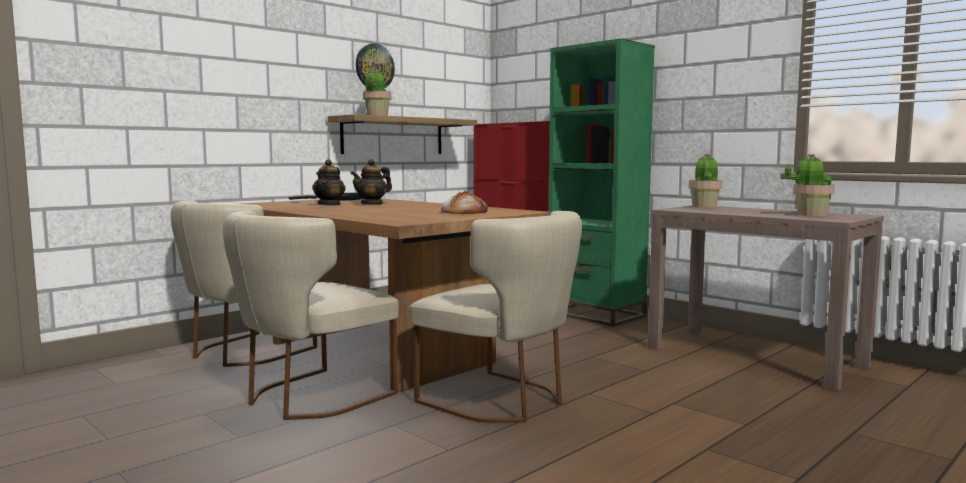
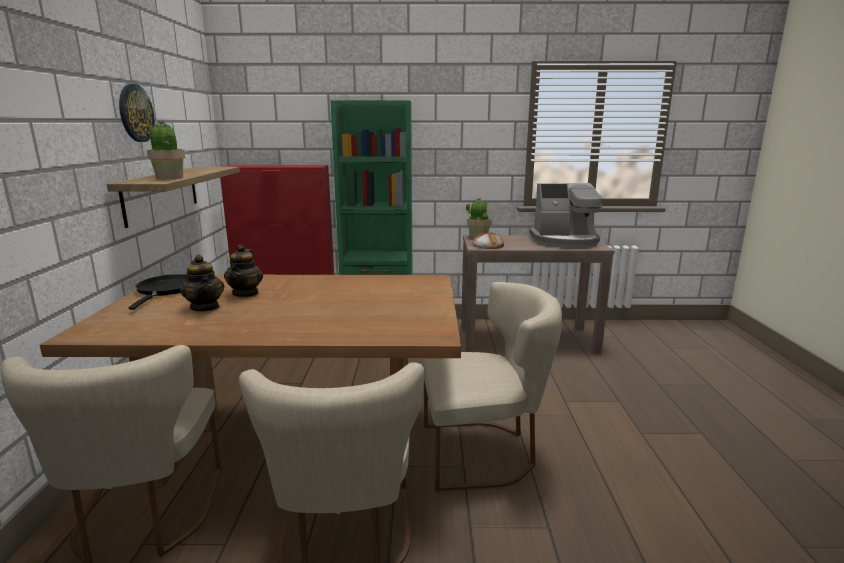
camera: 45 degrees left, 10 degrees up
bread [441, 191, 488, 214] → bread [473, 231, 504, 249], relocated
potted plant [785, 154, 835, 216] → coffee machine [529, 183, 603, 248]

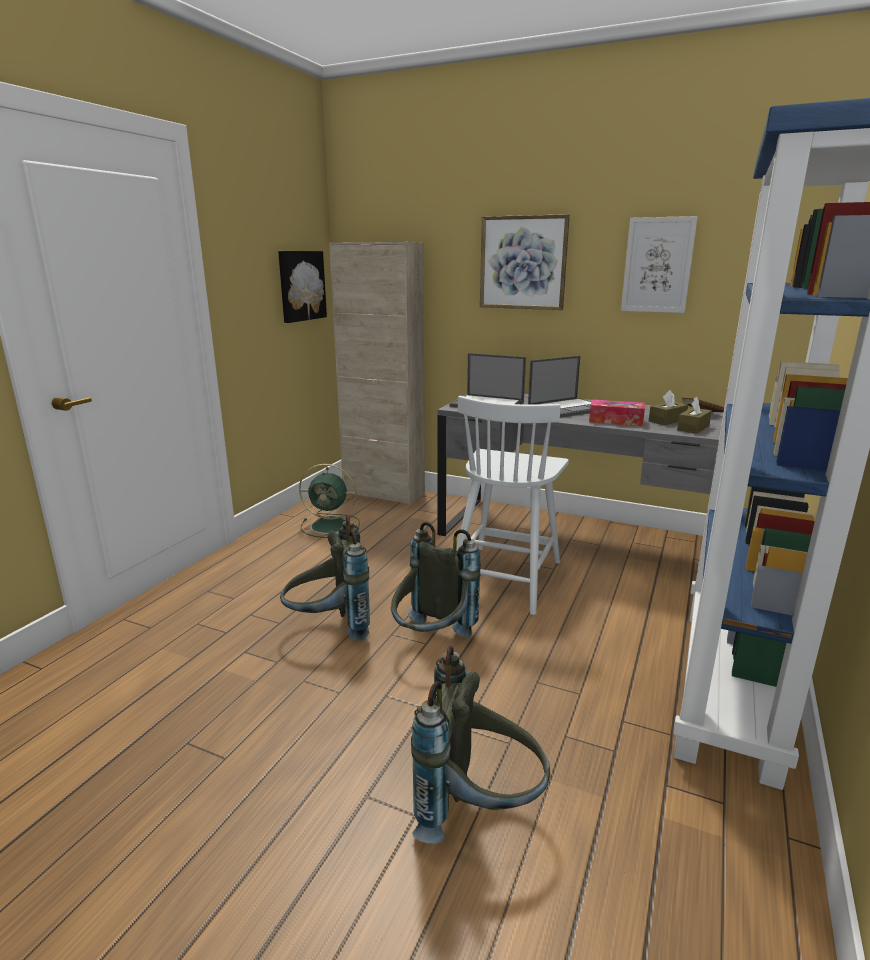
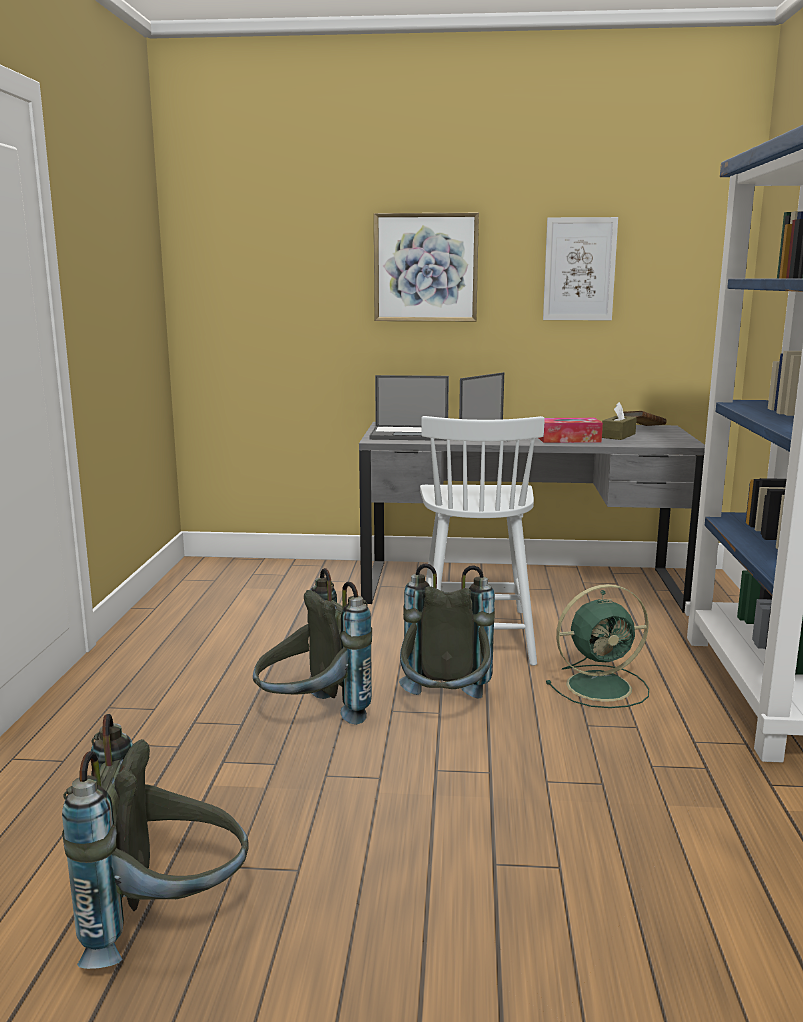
camera: 20 degrees left, 5 degrees down
picture [278, 251, 327, 323] → -
beige cabinet [329, 242, 425, 505] → -
brown tissue box [677, 396, 712, 434] → -
green fan [299, 464, 360, 538] → green fan [546, 584, 649, 708], relocated
grey backpack [411, 646, 550, 843] → grey backpack [62, 714, 249, 969], relocated

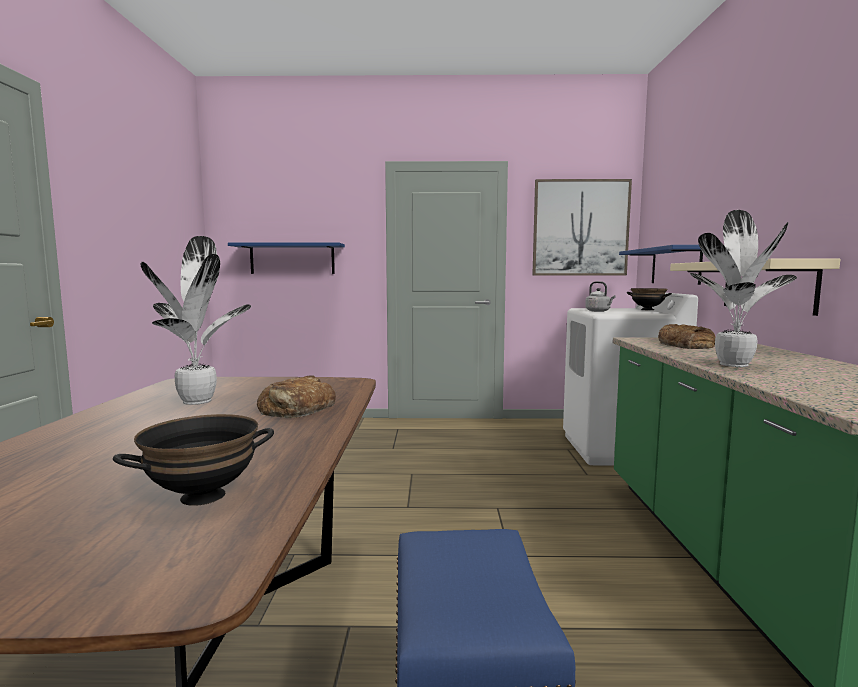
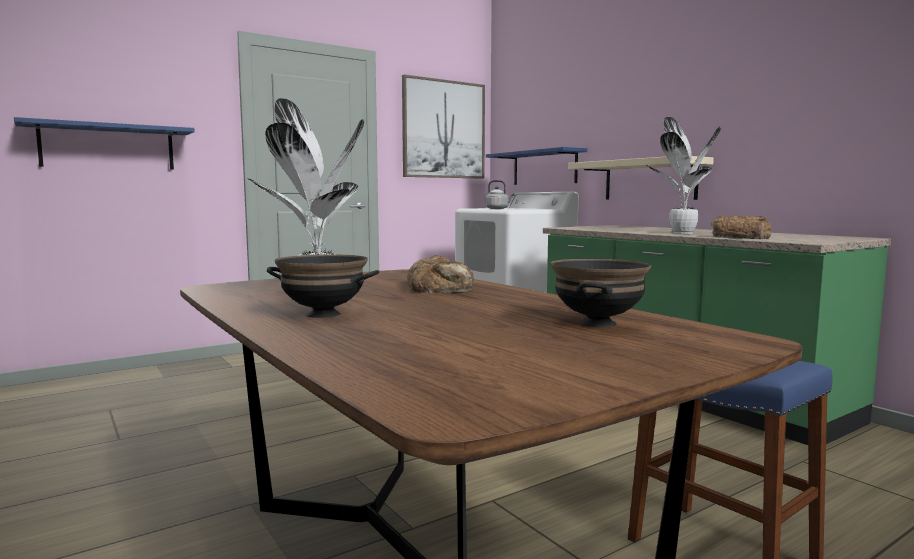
camera: 35 degrees left, 0 degrees up
black bowl [627, 288, 672, 310] → black bowl [267, 254, 379, 318], relocated
bread [658, 324, 716, 349] → bread [711, 216, 772, 239], relocated

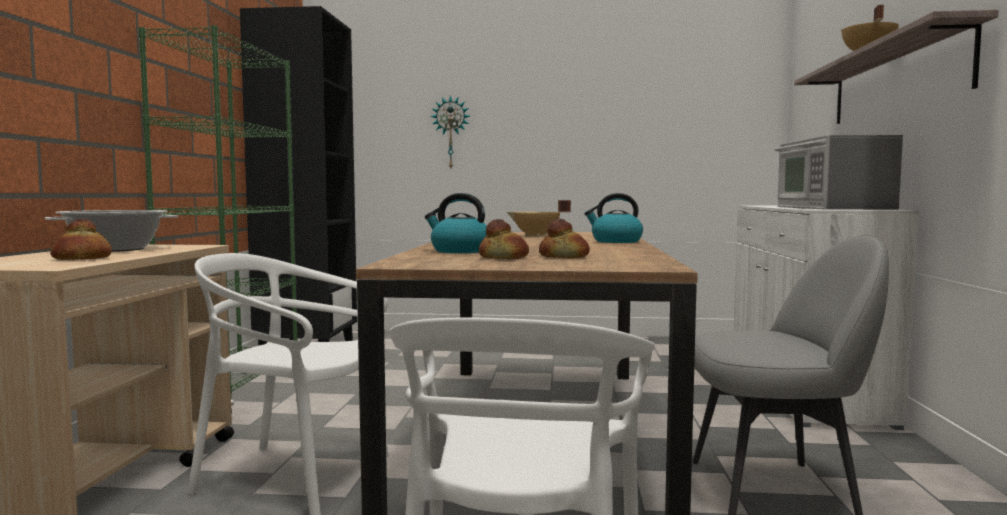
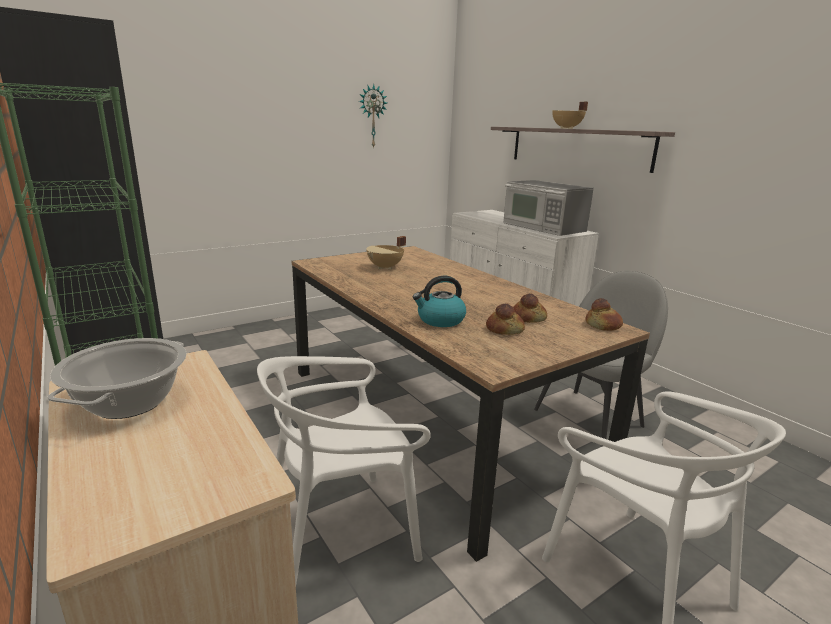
camera: 40 degrees left, 15 degrees up
kettle [584, 193, 643, 243] → -
bread [50, 218, 112, 260] → bread [585, 298, 623, 331], relocated
wall clock [430, 95, 470, 168] → wall clock [359, 84, 387, 148], relocated

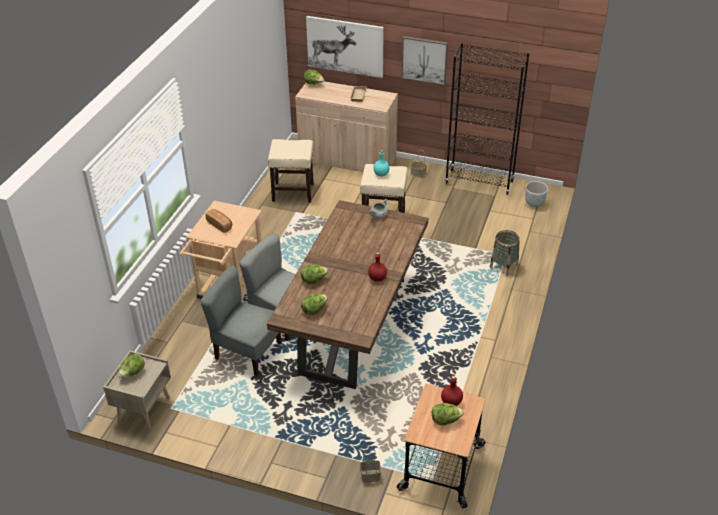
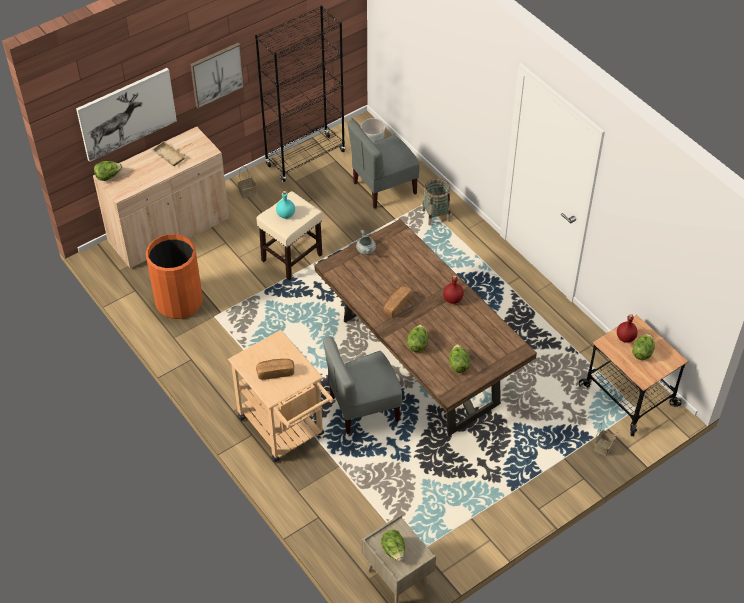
camera: 55 degrees left, 10 degrees up
- → bread [383, 286, 412, 317]
grey chair [200, 266, 281, 376] → grey chair [347, 120, 419, 209], relocated
beige stool [268, 139, 314, 202] → orange trash can [146, 234, 203, 319]

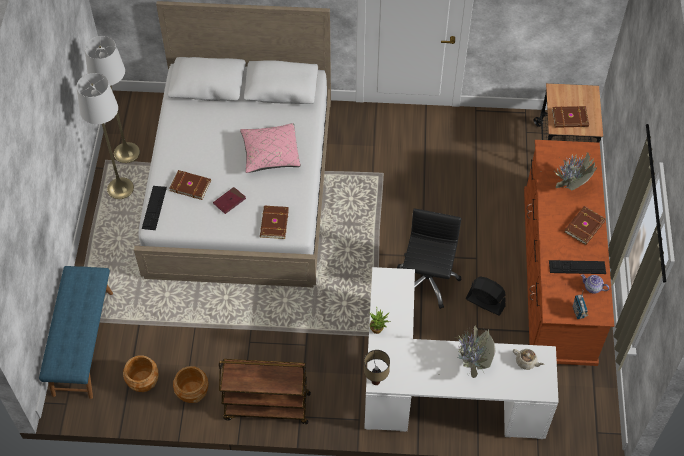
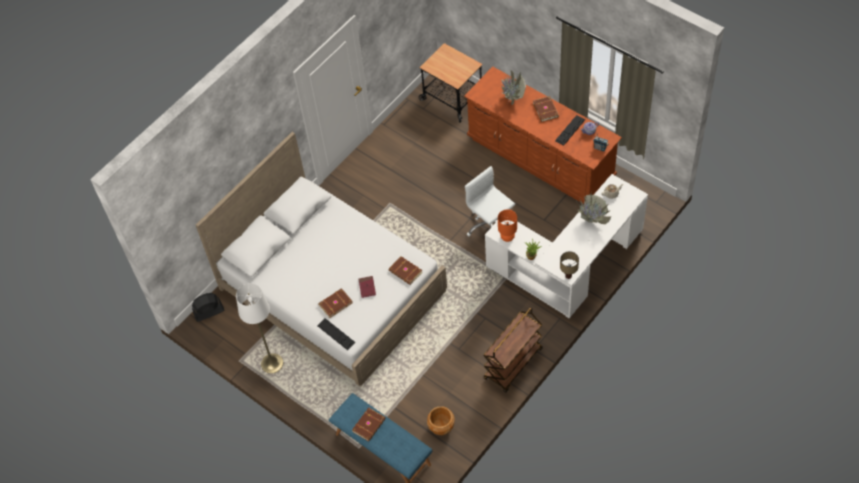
camera: 50 degrees left, 0 degrees up
white floor lamp [85, 36, 140, 163] → -
brown planter [173, 366, 208, 403] → -
pink pillow [240, 123, 301, 173] → -
- → orange table lamp [498, 209, 517, 242]
black fan [465, 276, 505, 315] → black fan [192, 293, 224, 322], relocated
brown book [552, 106, 589, 128] → brown book [352, 407, 386, 442], relocated
black office chair [397, 208, 462, 309] → white office chair [465, 166, 515, 237]

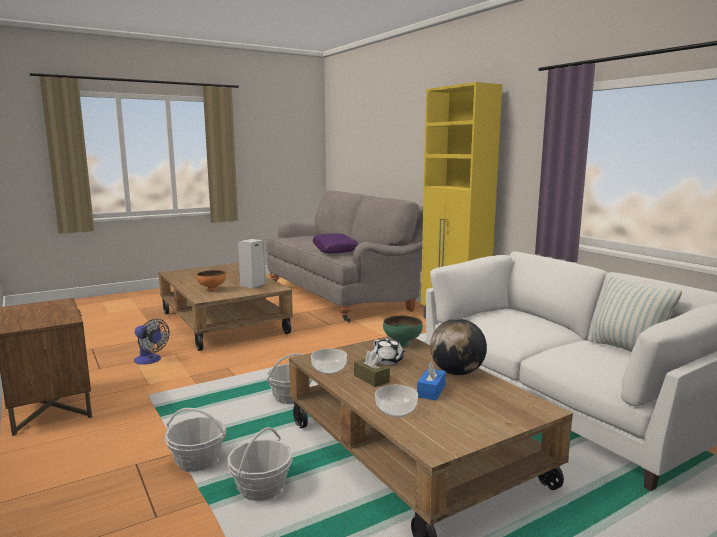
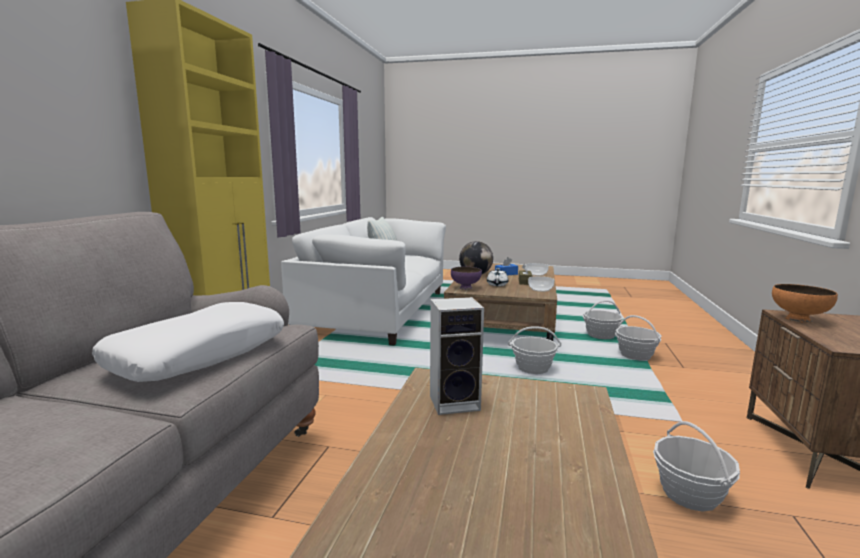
camera: 135 degrees left, 0 degrees up
orange bowl [196, 270, 226, 292] → orange bowl [772, 284, 838, 323], relocated
fan [134, 319, 169, 365] → basket [653, 421, 740, 511]
purple pillow [313, 233, 358, 253] → white pillow [92, 302, 284, 382]
green bowl [383, 316, 423, 347] → purple bowl [451, 267, 482, 290]

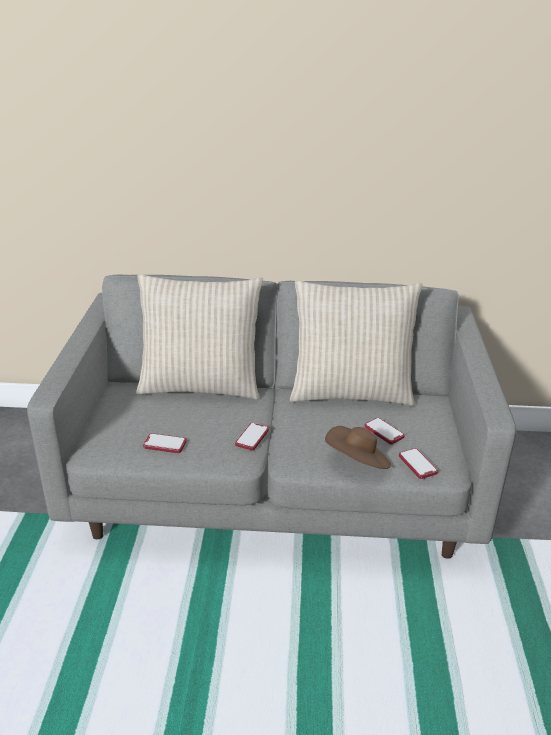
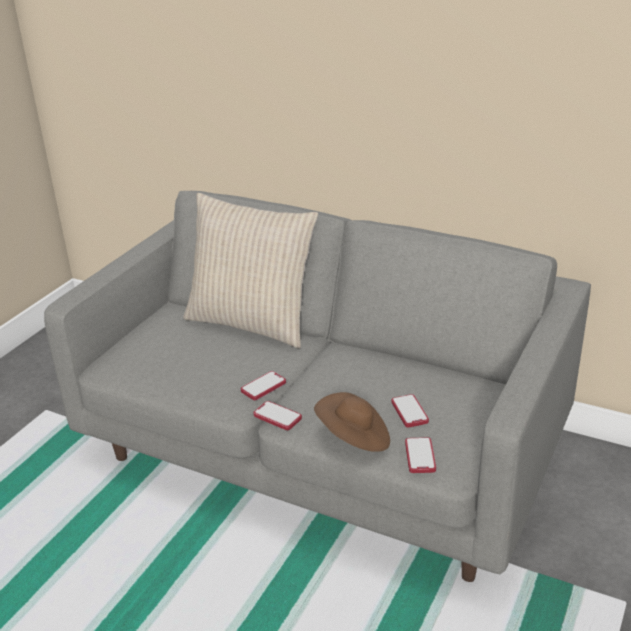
camera: 25 degrees right, 0 degrees up
beige pillow [290, 280, 423, 406] → -
phone [143, 433, 186, 453] → phone [253, 401, 302, 430], relocated

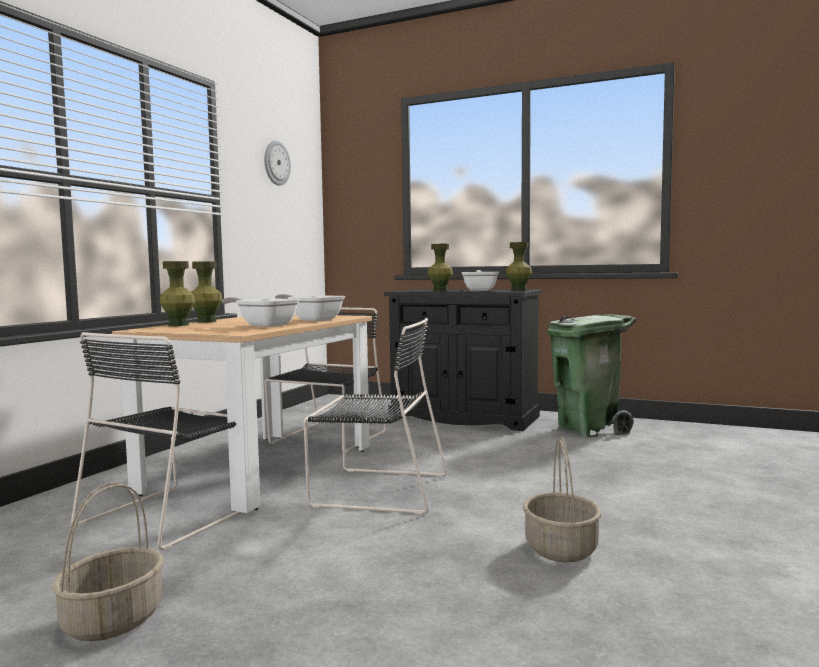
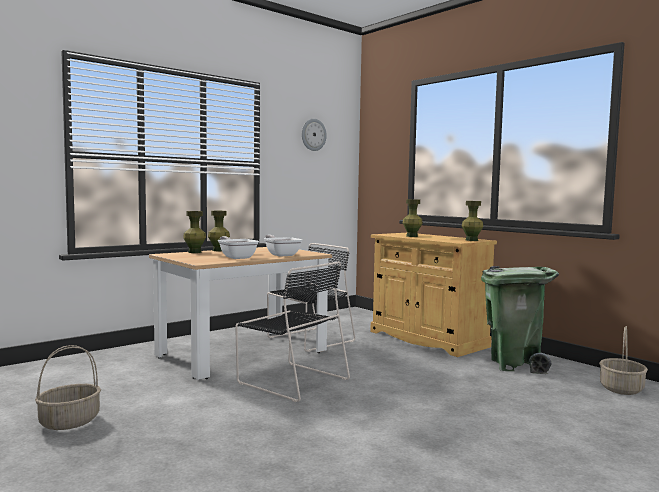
camera: 25 degrees right, 0 degrees up
black chair [71, 332, 258, 550] → -
frying pan [462, 270, 499, 291] → -
basket [523, 437, 601, 562] → basket [599, 326, 648, 395], relocated
black cabinet [384, 290, 542, 431] → beige cabinet [370, 233, 497, 357]

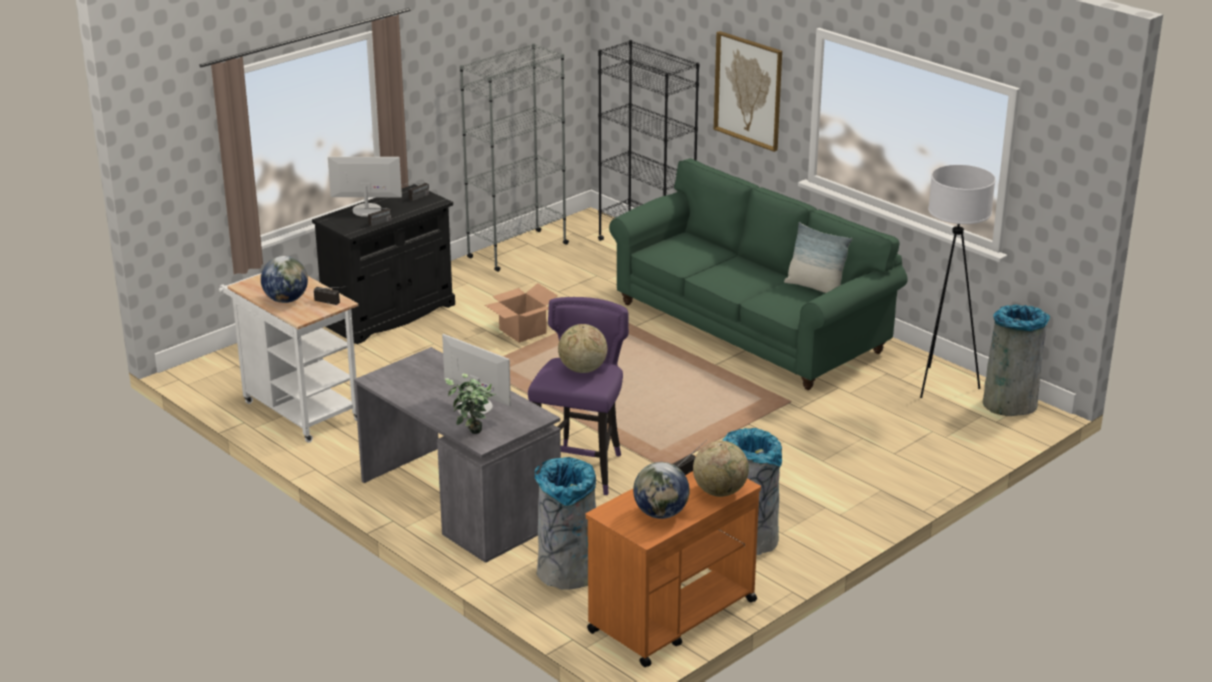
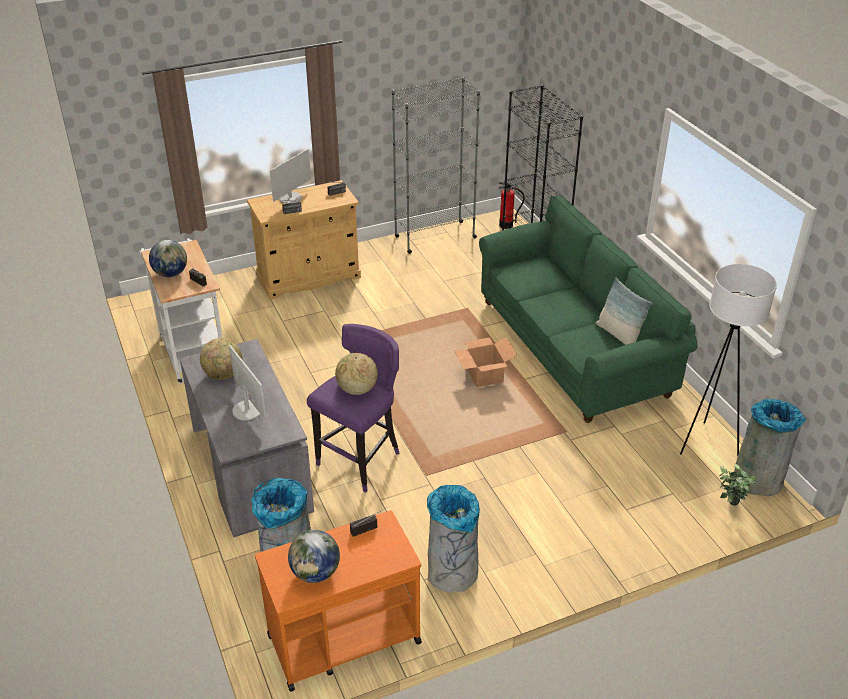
camera: 20 degrees right, 10 degrees up
picture [714, 31, 782, 152] → -
- → fire extinguisher [498, 182, 525, 229]
potted plant [444, 373, 496, 434] → potted plant [719, 464, 758, 506], relocated
cardboard box [485, 283, 558, 343] → cardboard box [454, 337, 517, 388], relocated
globe [693, 441, 749, 497] → globe [200, 338, 242, 380], relocated
black cabinet [312, 184, 455, 344] → beige cabinet [247, 180, 361, 300]
monitor [328, 157, 402, 217] → monitor [270, 149, 311, 204], 105 degrees clockwise

